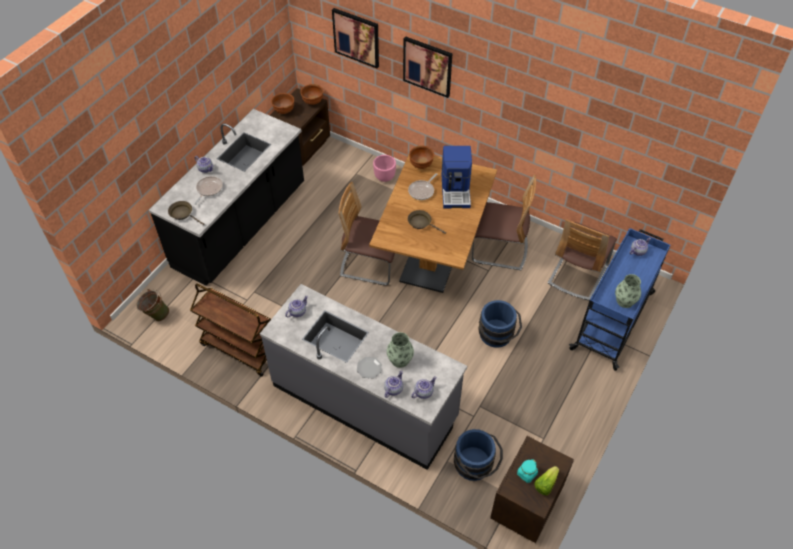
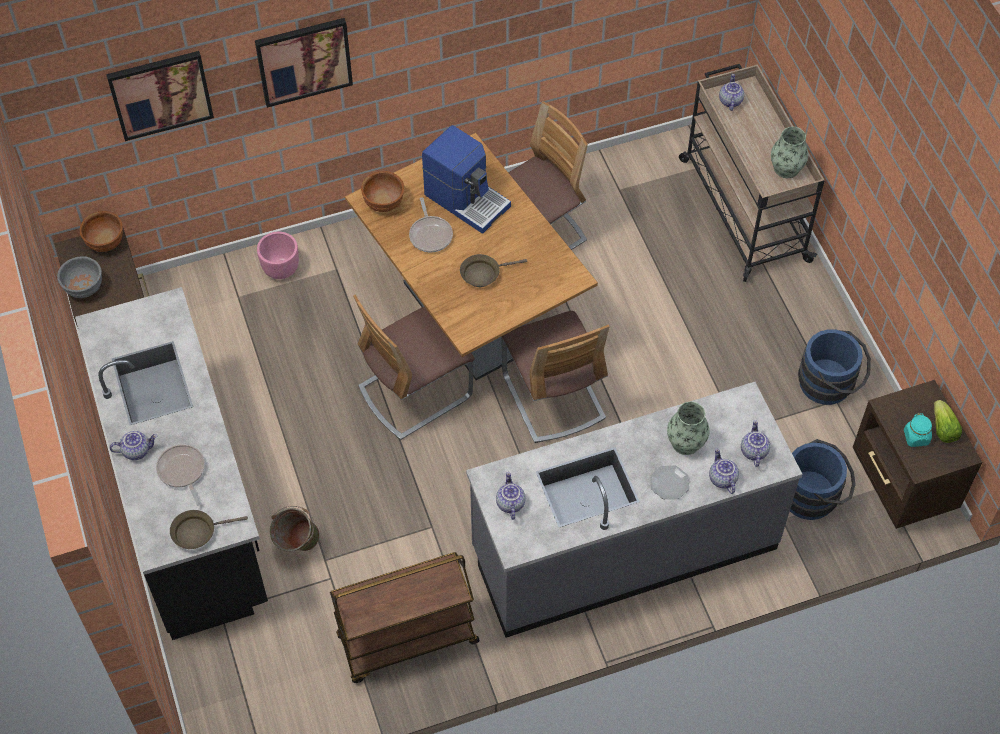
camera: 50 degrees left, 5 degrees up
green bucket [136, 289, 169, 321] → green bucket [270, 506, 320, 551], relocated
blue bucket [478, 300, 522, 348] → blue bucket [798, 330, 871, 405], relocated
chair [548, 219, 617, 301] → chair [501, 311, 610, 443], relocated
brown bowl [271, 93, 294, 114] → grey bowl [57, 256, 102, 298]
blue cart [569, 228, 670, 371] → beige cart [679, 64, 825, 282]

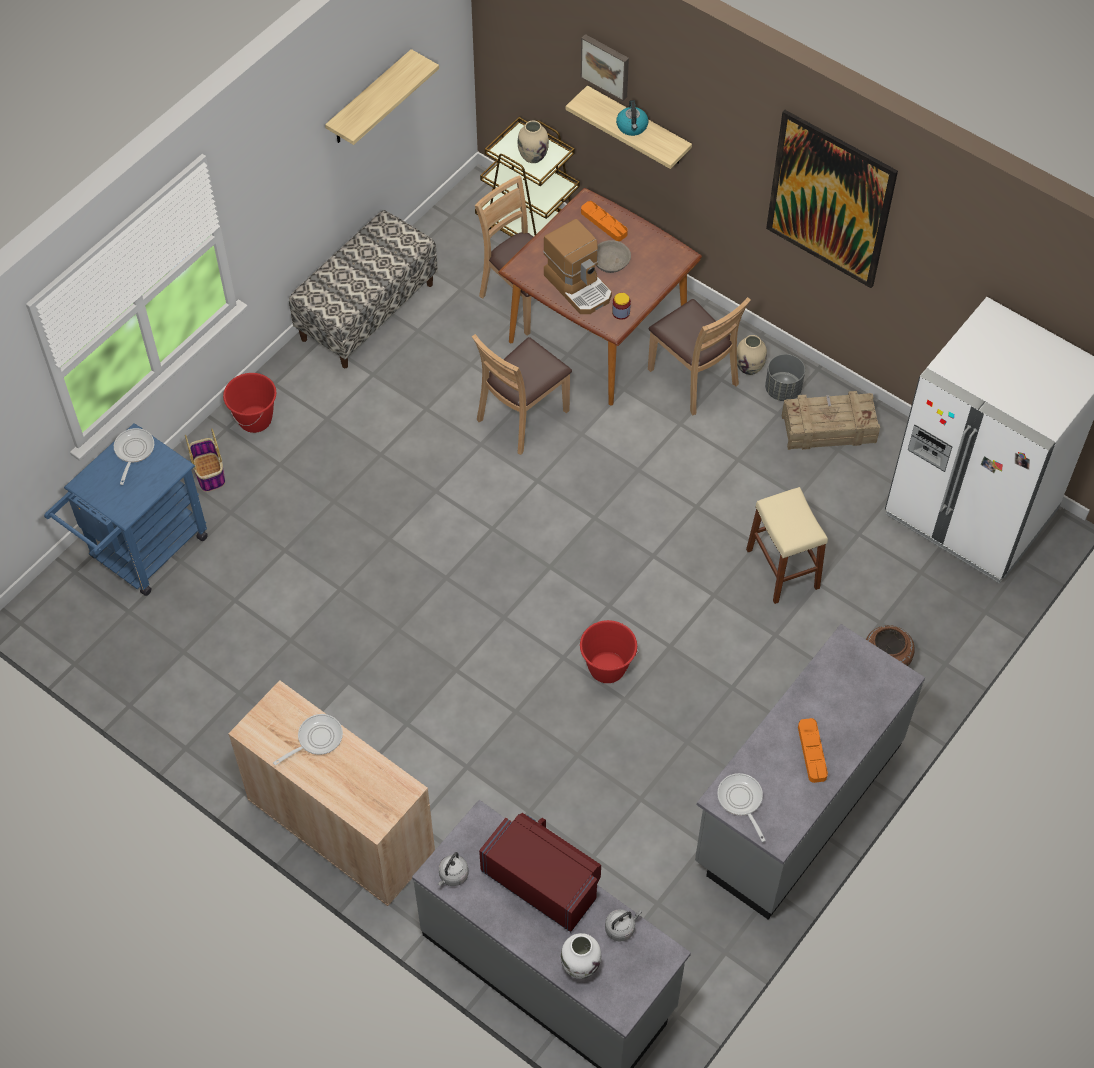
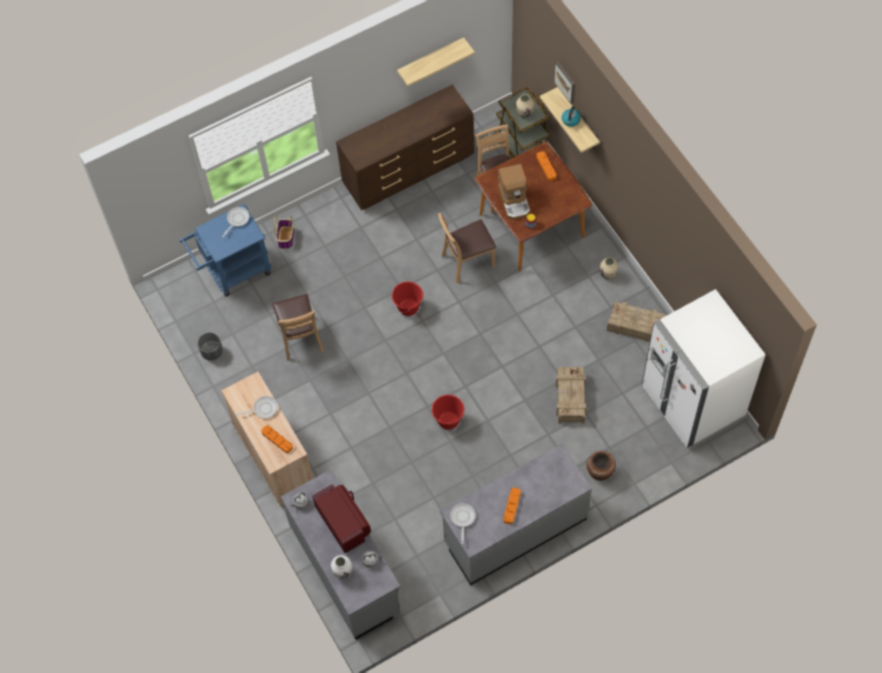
camera: 25 degrees right, 5 degrees up
grey bowl [596, 240, 631, 273] → -
picture [766, 110, 898, 288] → -
- → orange tray [261, 425, 293, 453]
red bucket [223, 373, 277, 433] → red bucket [392, 281, 423, 316], relocated
brown chair [648, 297, 751, 415] → brown chair [272, 294, 324, 361], relocated
grey planter [765, 354, 805, 401] → grey planter [198, 332, 223, 361], relocated
bench [289, 210, 438, 368] → brown dresser [336, 84, 474, 210]
beige stool [746, 487, 828, 604] → crate [556, 367, 586, 423]

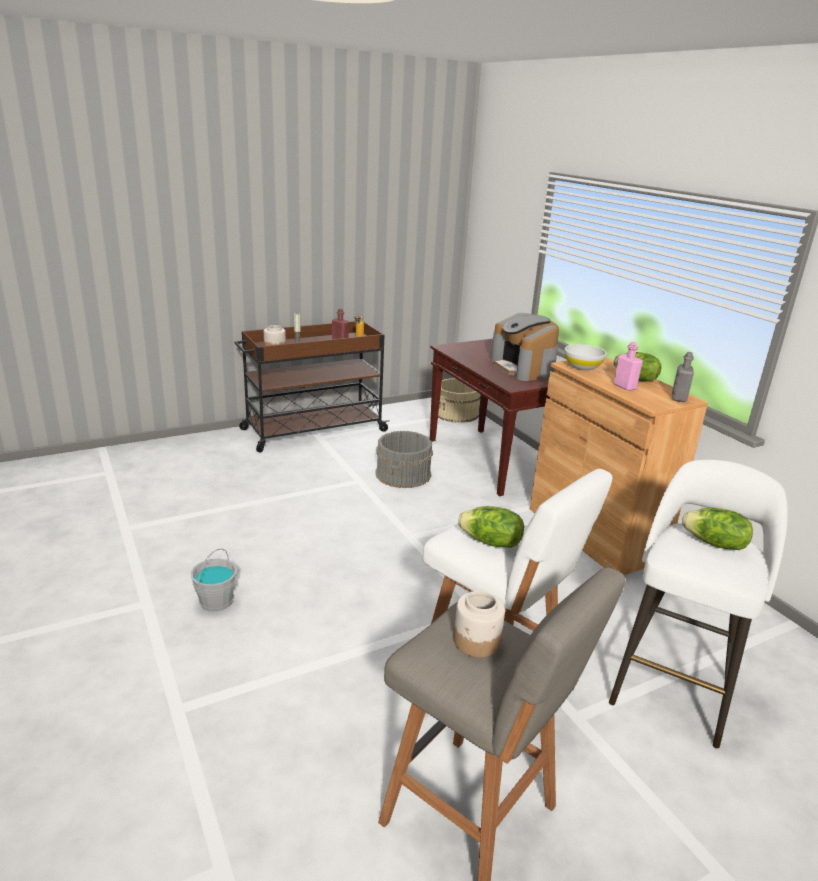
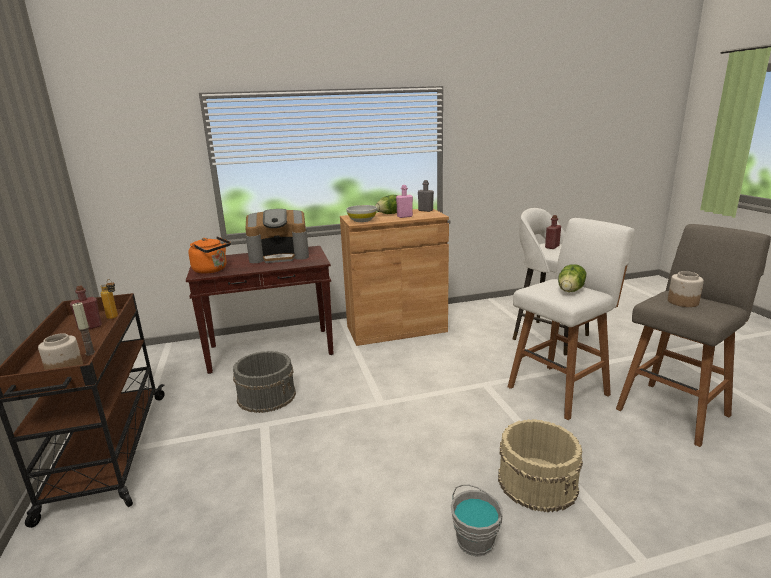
camera: 75 degrees left, 5 degrees down
- → orange kettle [188, 236, 231, 274]
beige bucket [438, 378, 481, 423] → beige bucket [498, 419, 583, 513], relocated
lettuce [682, 508, 753, 550] → red bottle [545, 215, 561, 249]

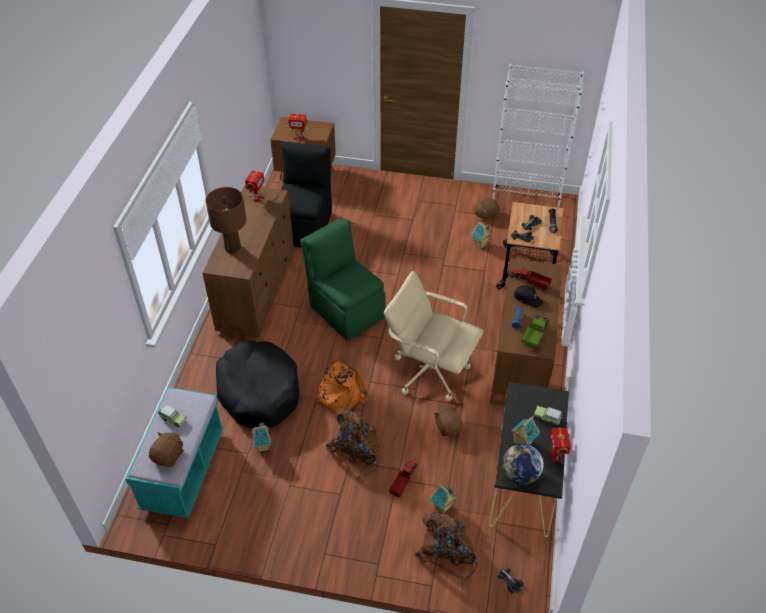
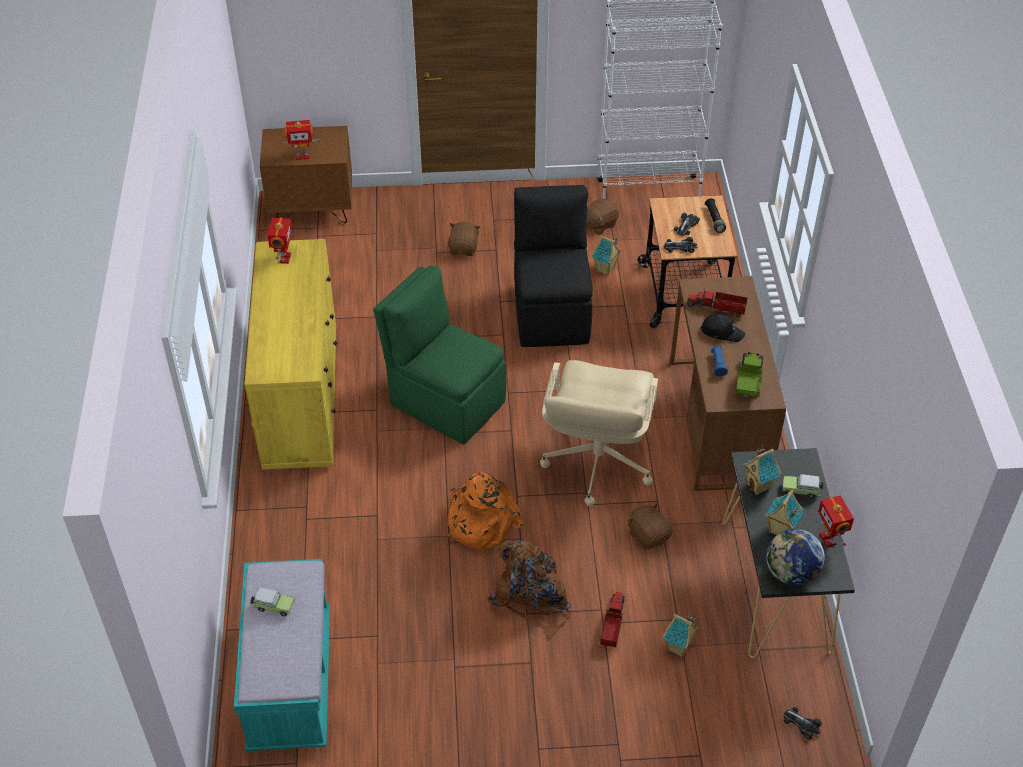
camera: 15 degrees left, 0 degrees up
brown table lamp [206, 187, 246, 254] → -
black dog bed [216, 340, 299, 429] → -
brown backpack [414, 512, 478, 585] → -
brown plush toy [149, 432, 184, 467] → brown plush toy [448, 222, 480, 256], relocated
toy house [251, 421, 271, 452] → toy house [743, 445, 781, 495], relocated
black chair [281, 142, 332, 248] → black chair [514, 185, 593, 347], relocated
brown dresser [203, 185, 294, 337] → yellow dresser [244, 239, 337, 470]
beige office chair [384, 271, 483, 401] → beige office chair [540, 360, 658, 506], 90 degrees counterclockwise

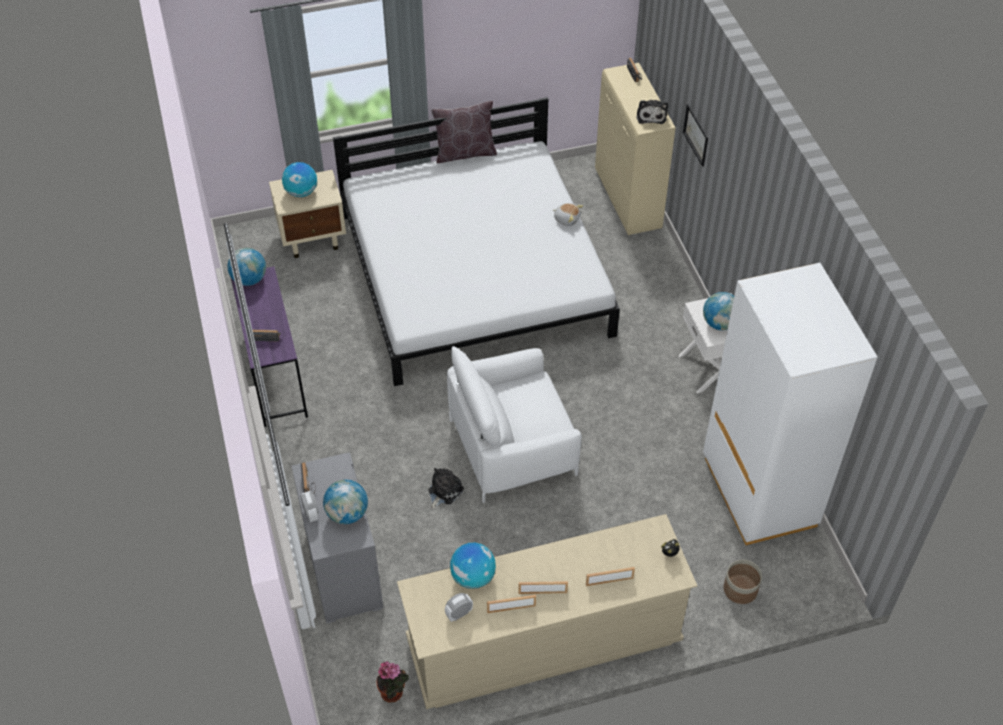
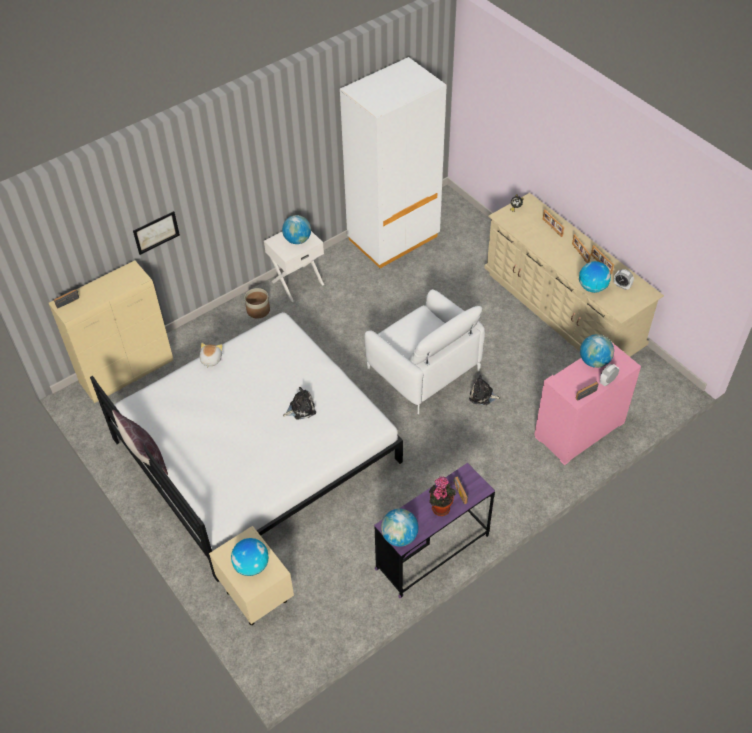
camera: 110 degrees left, 0 degrees up
potted plant [376, 661, 409, 702] → potted plant [429, 476, 456, 516], relocated
plush toy [637, 100, 668, 124] → plush toy [283, 387, 316, 420], relocated
planter [724, 560, 762, 604] → planter [245, 288, 270, 318], relocated
grey dresser [292, 452, 383, 623] → pink dresser [534, 343, 641, 465]

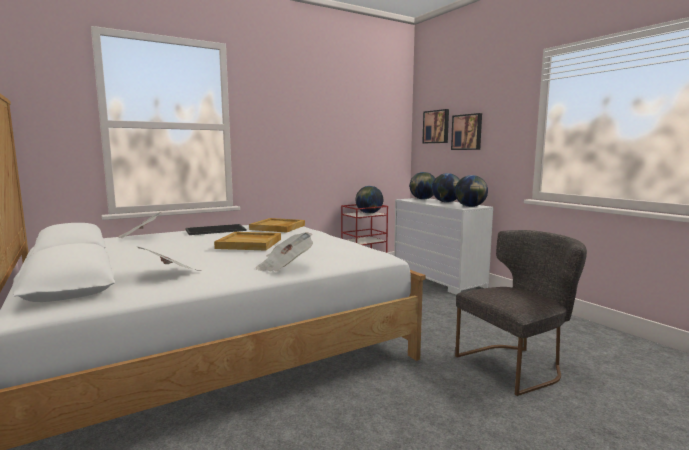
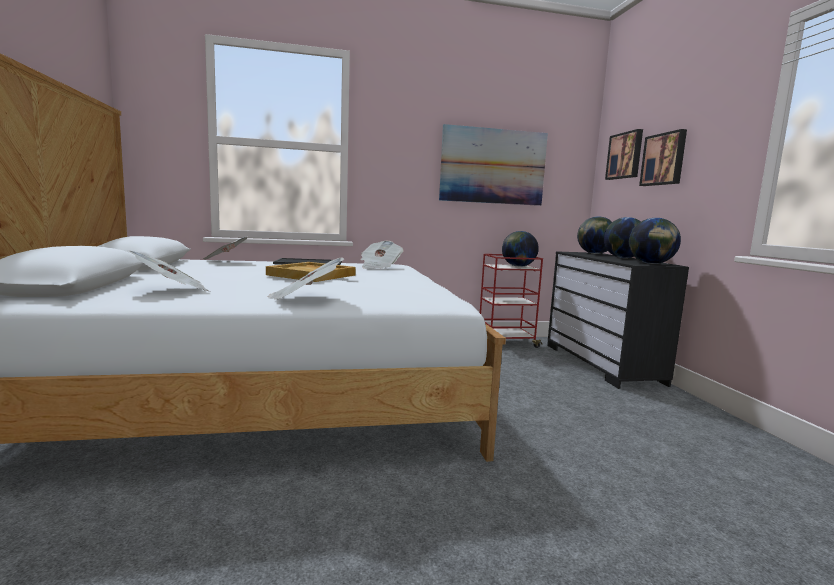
camera: 20 degrees right, 0 degrees up
grey chair [455, 230, 587, 396] → -
- → picture [439, 124, 548, 206]
beige tray [249, 218, 305, 233] → newspaper [360, 241, 403, 269]
white dresser [394, 198, 493, 295] → black dresser [547, 251, 689, 389]

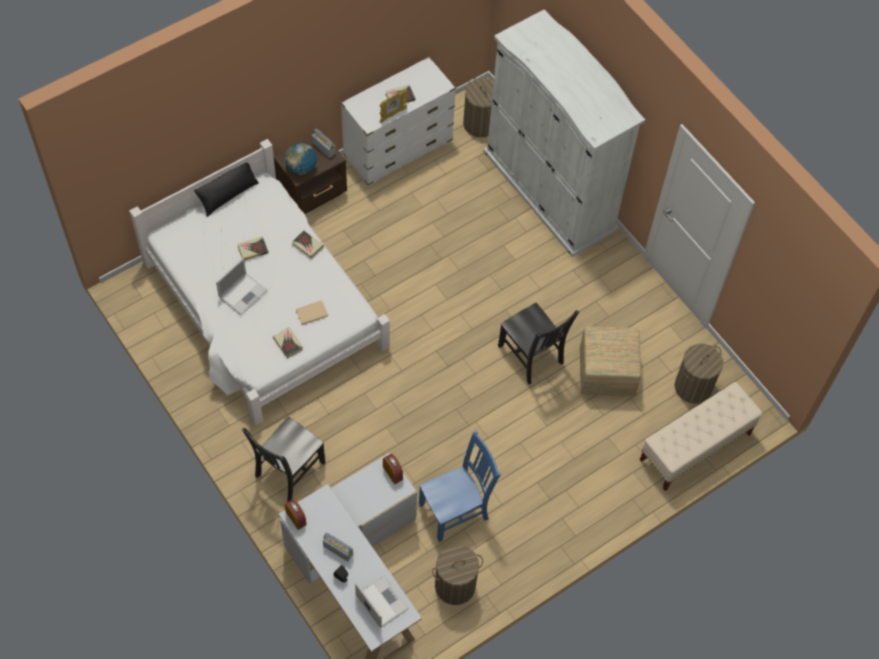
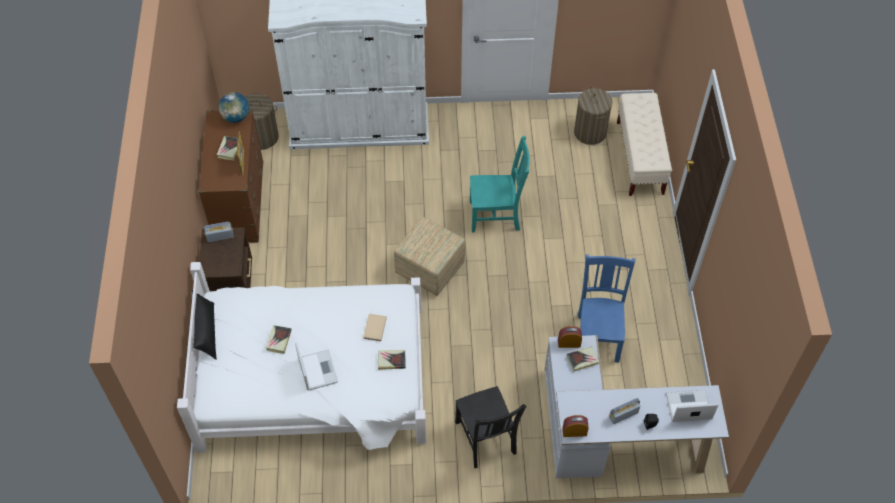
camera: 55 degrees left, 5 degrees down
laundry basket [432, 545, 483, 605] → -
globe [285, 143, 317, 175] → globe [219, 92, 250, 123], relocated
book [292, 230, 324, 259] → book [566, 346, 600, 371], relocated
ottoman [580, 326, 641, 396] → ottoman [394, 217, 465, 296], relocated
white dresser [341, 57, 456, 187] → brown dresser [199, 109, 263, 243]
black chair [498, 303, 579, 385] → turquoise chair [470, 136, 530, 232]

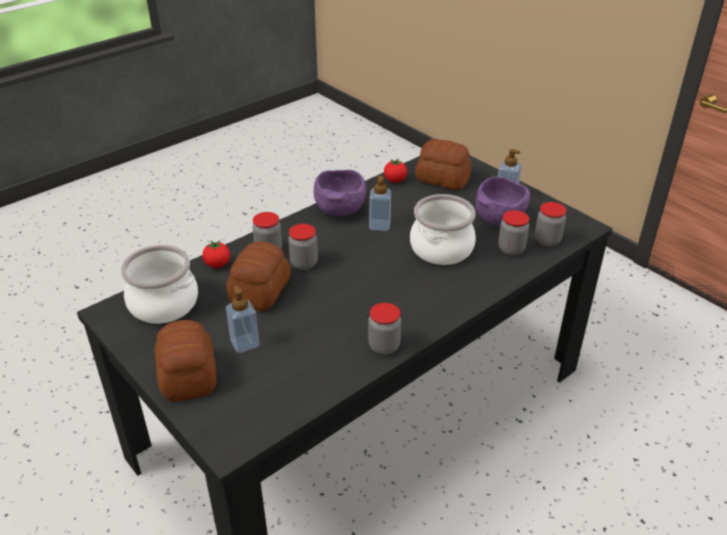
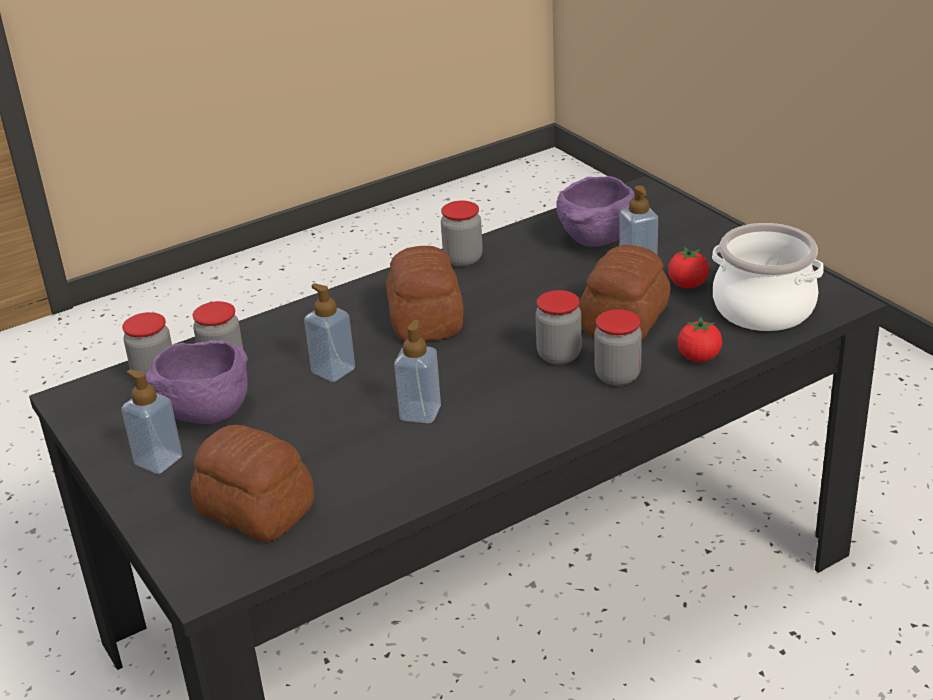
camera: 170 degrees left, 5 degrees down
bread [155, 320, 217, 402] → bread [386, 246, 463, 341], relocated
purple bowl [314, 170, 366, 216] → purple bowl [556, 176, 635, 247], relocated
tomato [384, 159, 407, 183] → tomato [668, 247, 709, 288], relocated
cooking pot [410, 194, 476, 265] → soap dispenser [304, 283, 355, 382]

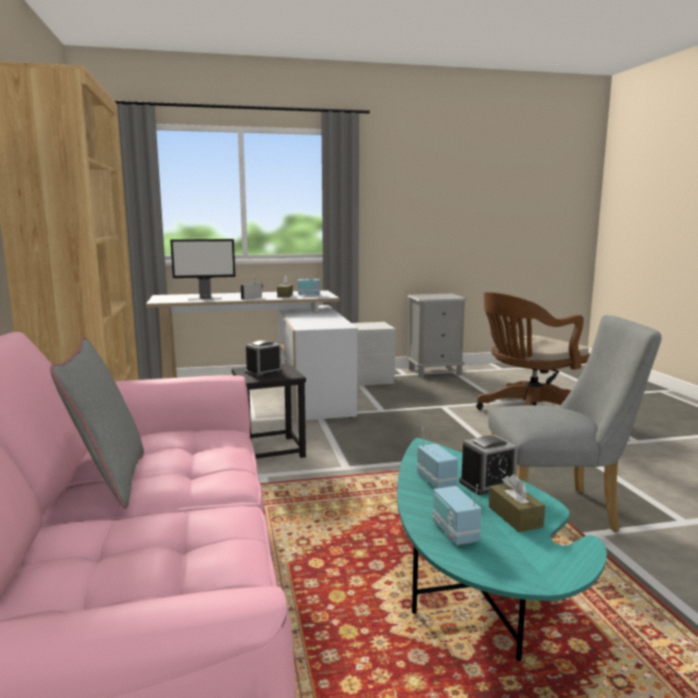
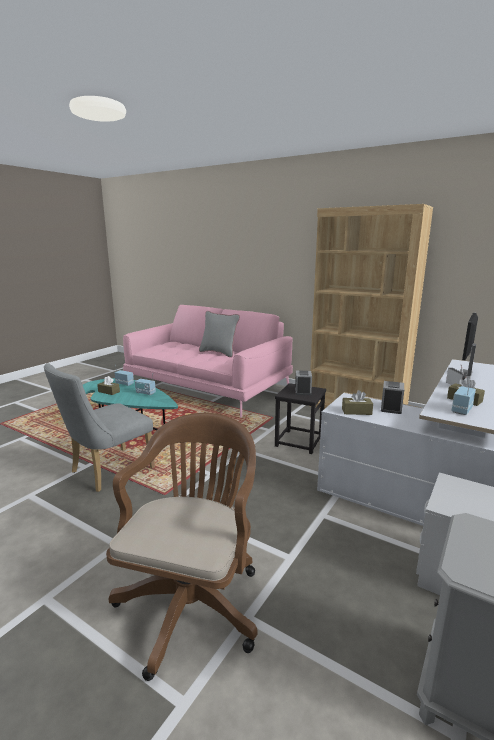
camera: 135 degrees right, 5 degrees up
- → brown tissue box [342, 390, 373, 415]
alarm clock [459, 435, 517, 495] → alarm clock [381, 381, 404, 414], relocated

